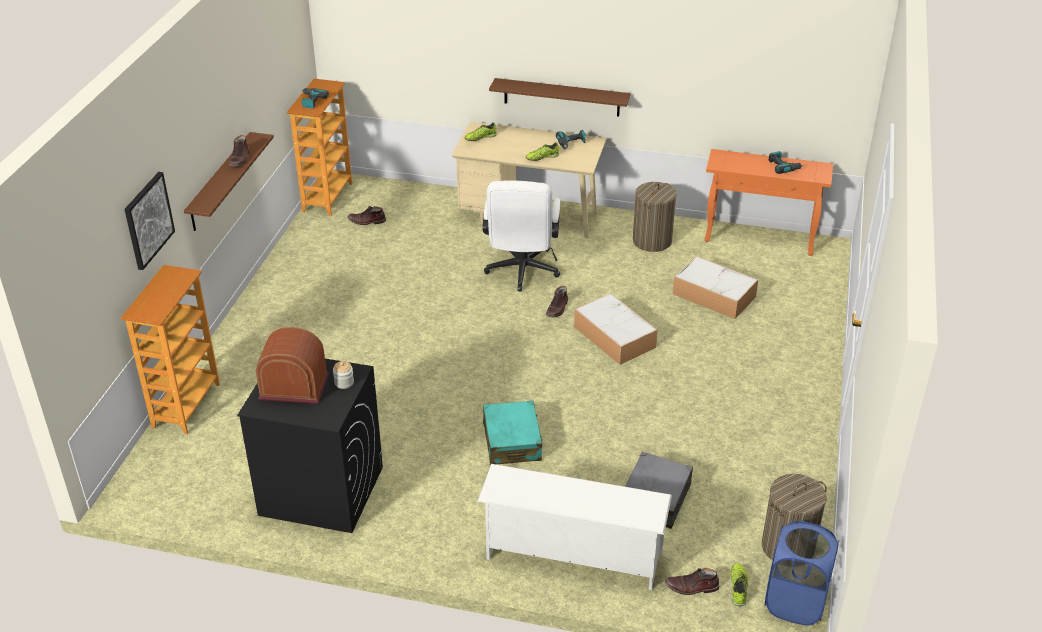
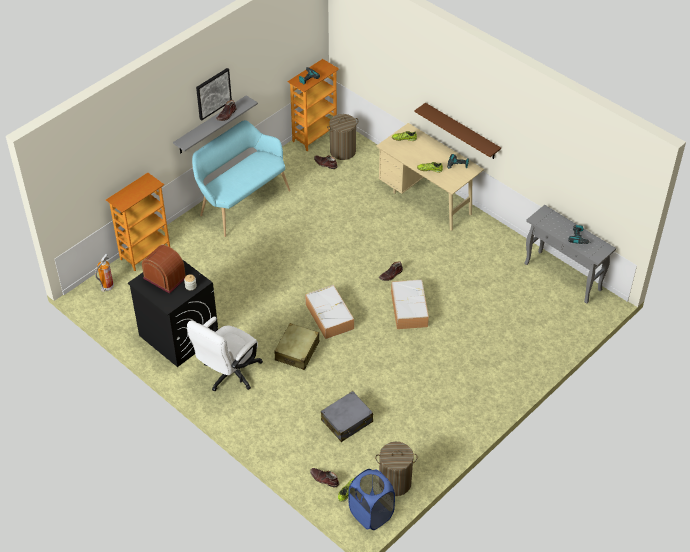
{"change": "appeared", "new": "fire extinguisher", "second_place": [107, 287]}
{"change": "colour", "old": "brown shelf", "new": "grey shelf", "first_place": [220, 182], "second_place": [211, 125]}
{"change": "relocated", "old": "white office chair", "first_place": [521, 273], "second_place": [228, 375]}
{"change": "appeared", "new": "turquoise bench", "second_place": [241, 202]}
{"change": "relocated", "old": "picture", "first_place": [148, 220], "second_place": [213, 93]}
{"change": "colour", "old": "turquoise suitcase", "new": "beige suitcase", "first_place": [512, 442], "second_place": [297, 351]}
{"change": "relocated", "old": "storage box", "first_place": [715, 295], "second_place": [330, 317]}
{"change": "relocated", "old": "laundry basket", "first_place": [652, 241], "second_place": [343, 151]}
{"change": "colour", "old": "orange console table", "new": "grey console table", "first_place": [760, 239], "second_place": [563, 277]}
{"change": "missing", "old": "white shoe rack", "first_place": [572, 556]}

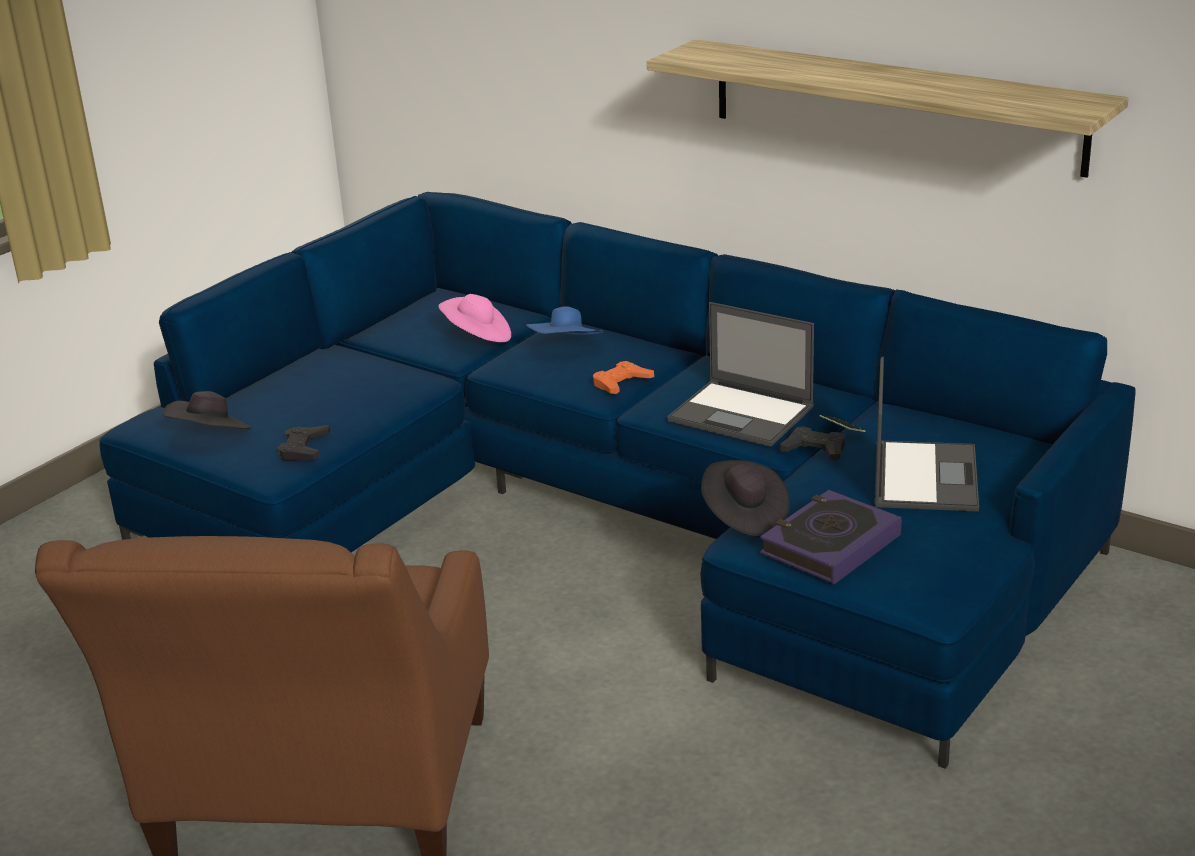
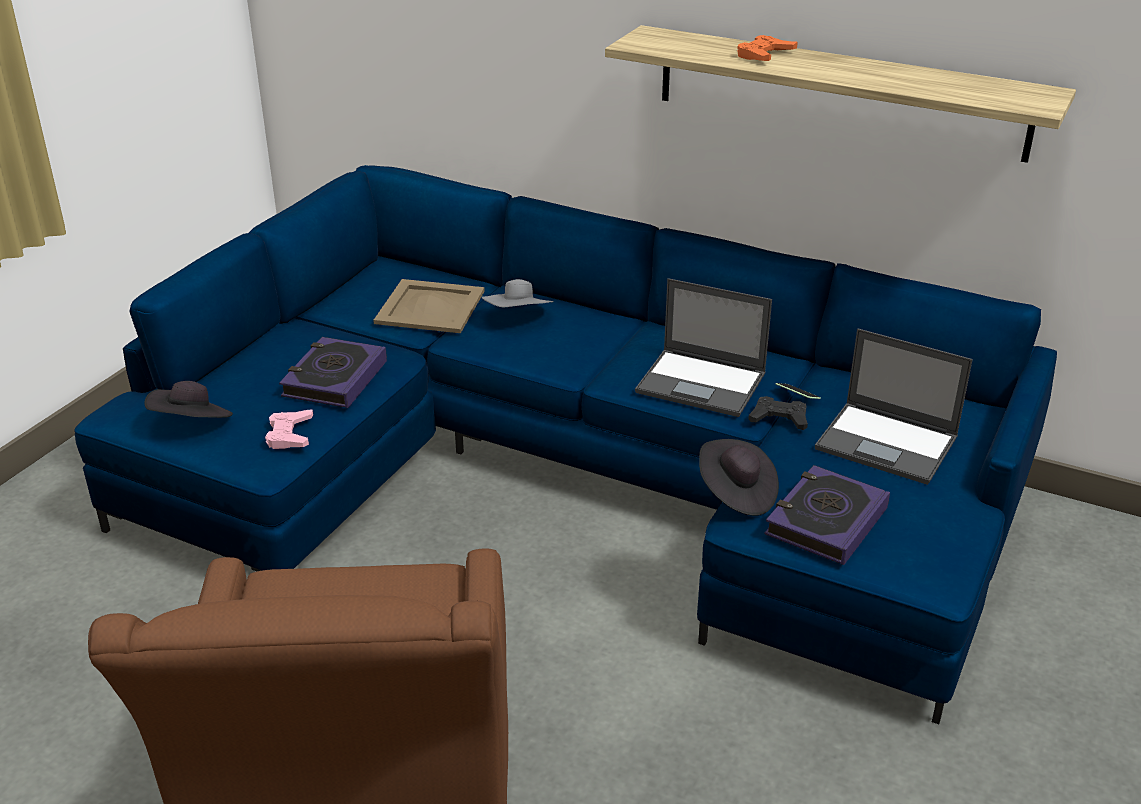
{"change": "colour", "old": "black game controller", "new": "pink game controller", "first_place": [304, 448], "second_place": [290, 434]}
{"change": "appeared", "new": "book", "second_place": [334, 379]}
{"change": "exchanged", "old": "pink hat", "new": "beige tray", "first_place": [477, 337], "second_place": [431, 307]}
{"change": "colour", "old": "blue hat", "new": "grey hat", "first_place": [566, 348], "second_place": [518, 318]}
{"change": "relocated", "old": "orange game controller", "first_place": [621, 383], "second_place": [764, 55]}
{"change": "spun", "old": "laptop", "first_place": [924, 476], "second_place": [888, 443], "degrees": 120}

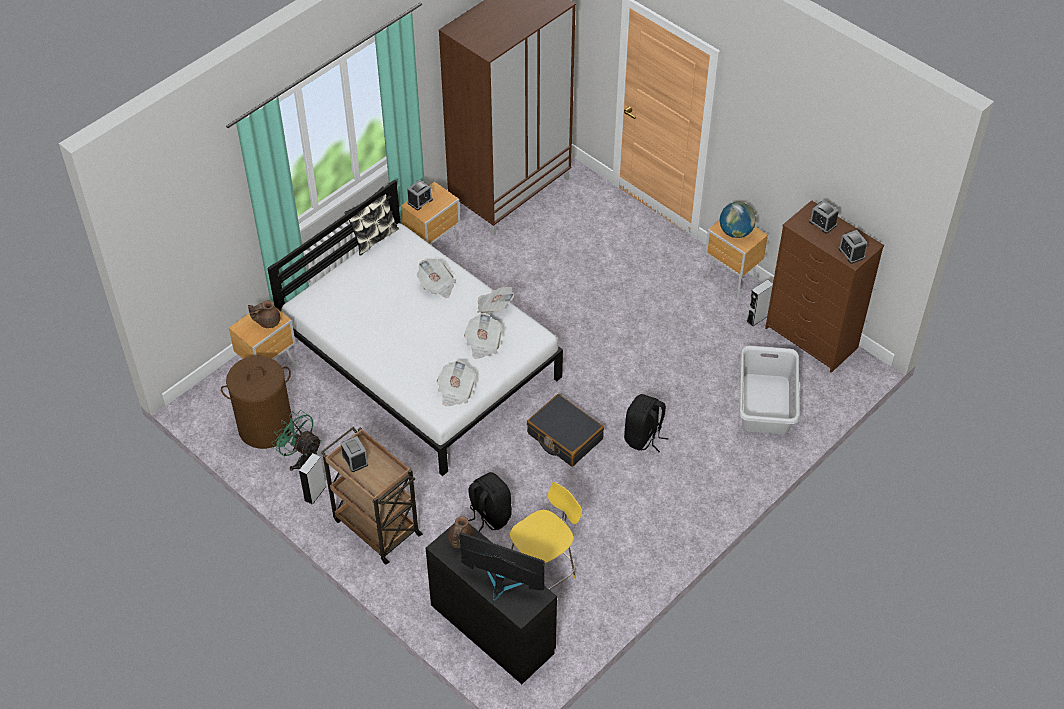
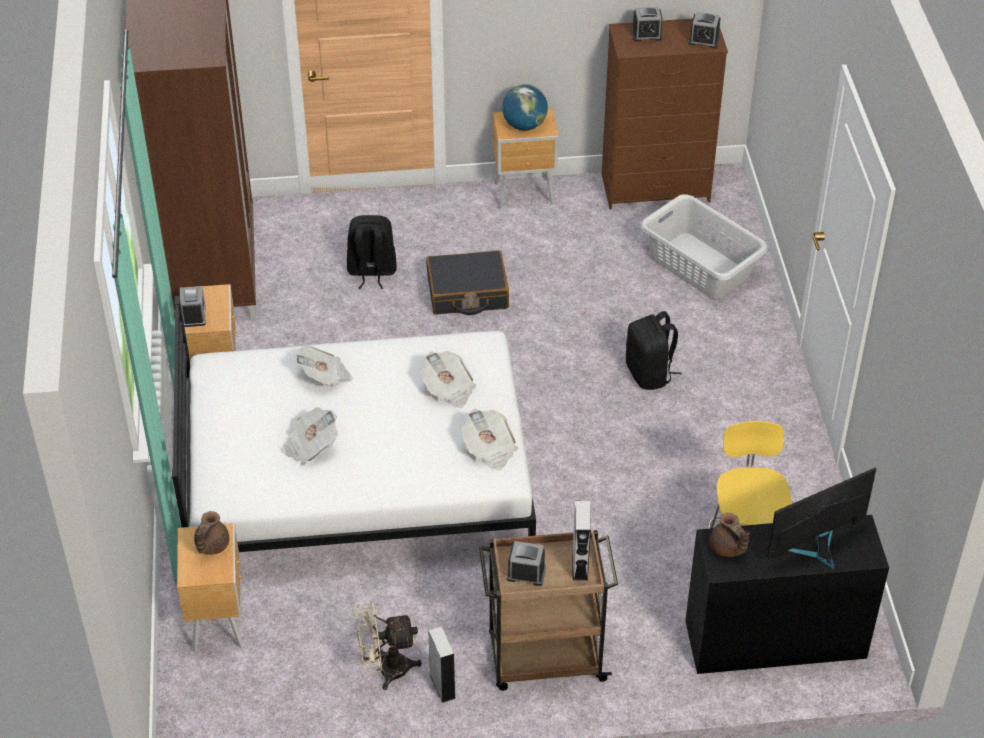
{"change": "relocated", "old": "newspaper", "first_place": [494, 306], "second_place": [310, 446]}
{"change": "relocated", "old": "black backpack", "first_place": [489, 516], "second_place": [371, 271]}
{"change": "colour", "old": "green fan", "new": "beige fan", "first_place": [303, 461], "second_place": [385, 669]}
{"change": "relocated", "old": "black suitcase", "first_place": [564, 437], "second_place": [467, 293]}
{"change": "relocated", "old": "grey speaker", "first_place": [757, 318], "second_place": [580, 565]}
{"change": "missing", "old": "brown laundry basket", "first_place": [265, 427]}
{"change": "missing", "old": "pillow", "first_place": [373, 238]}

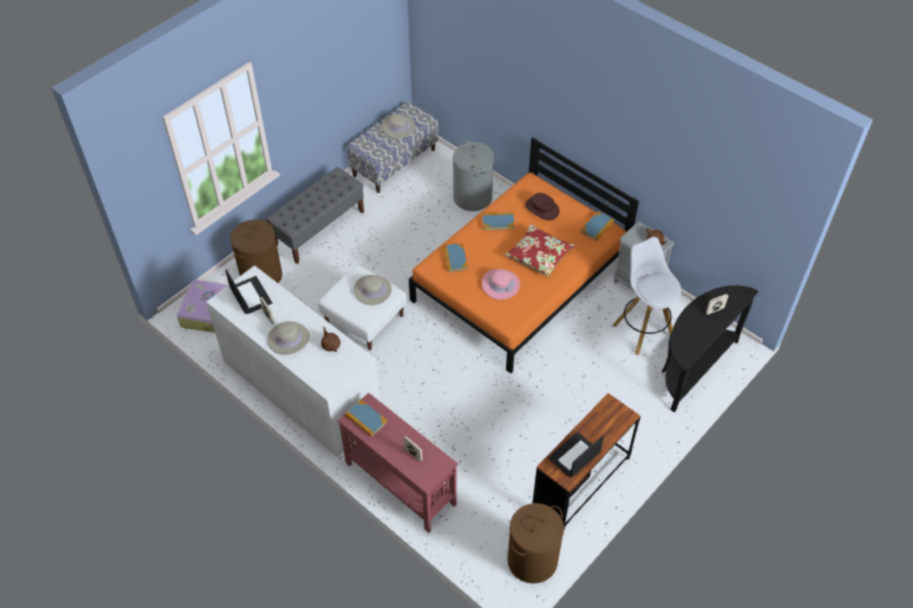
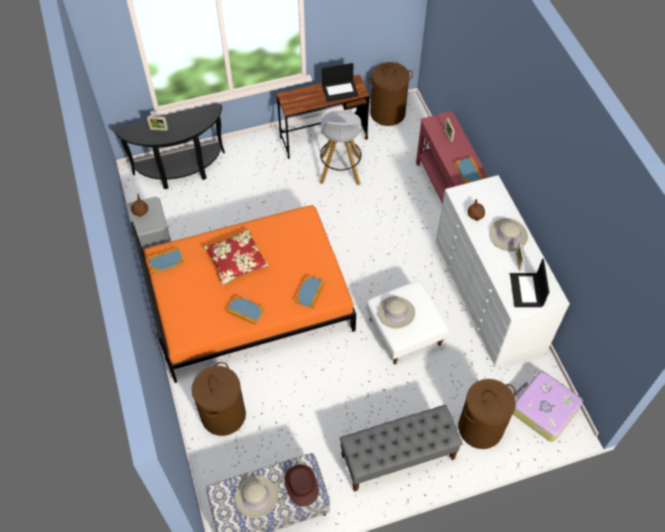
{"change": "colour", "old": "grey laundry basket", "new": "brown laundry basket", "first_place": [472, 197], "second_place": [223, 414]}
{"change": "relocated", "old": "brown hat", "first_place": [542, 208], "second_place": [301, 485]}
{"change": "relocated", "old": "white stool", "first_place": [642, 330], "second_place": [340, 171]}
{"change": "missing", "old": "pink hat", "first_place": [500, 284]}

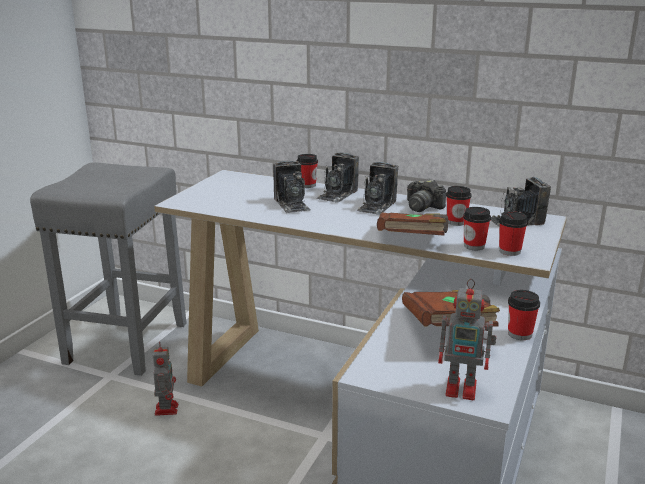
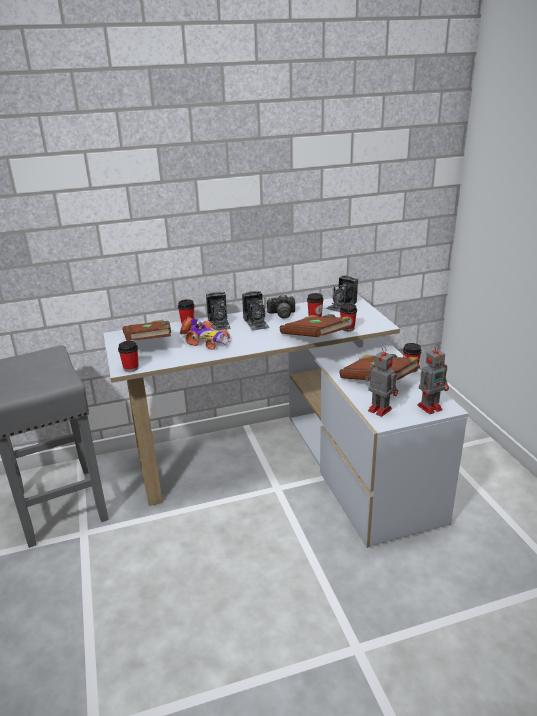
{"change": "relocated", "old": "cup", "first_place": [509, 251], "second_place": [131, 368]}
{"change": "appeared", "new": "brown book", "second_place": [149, 343]}
{"change": "exchanged", "old": "photo camera", "new": "toy car", "first_place": [292, 204], "second_place": [204, 340]}
{"change": "relocated", "old": "toy robot", "first_place": [166, 408], "second_place": [379, 409]}

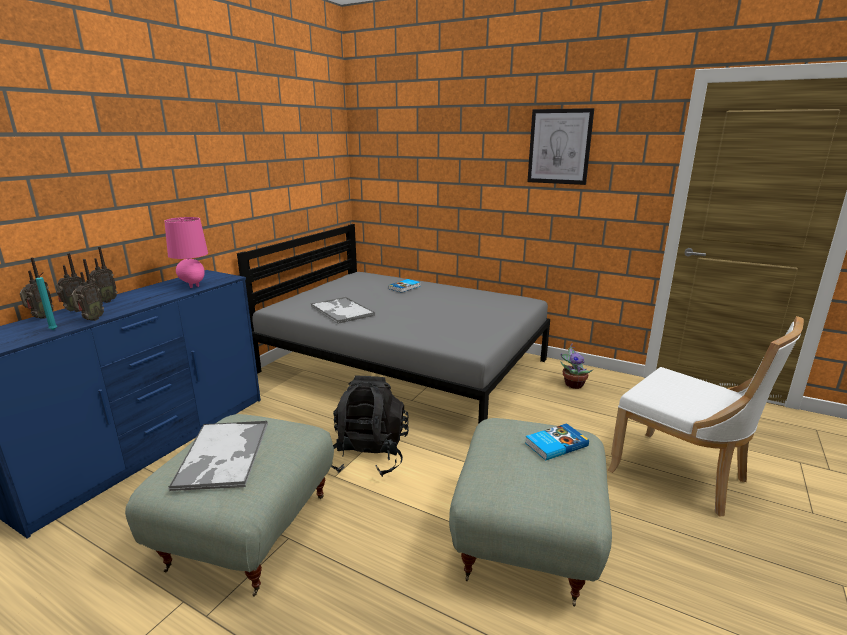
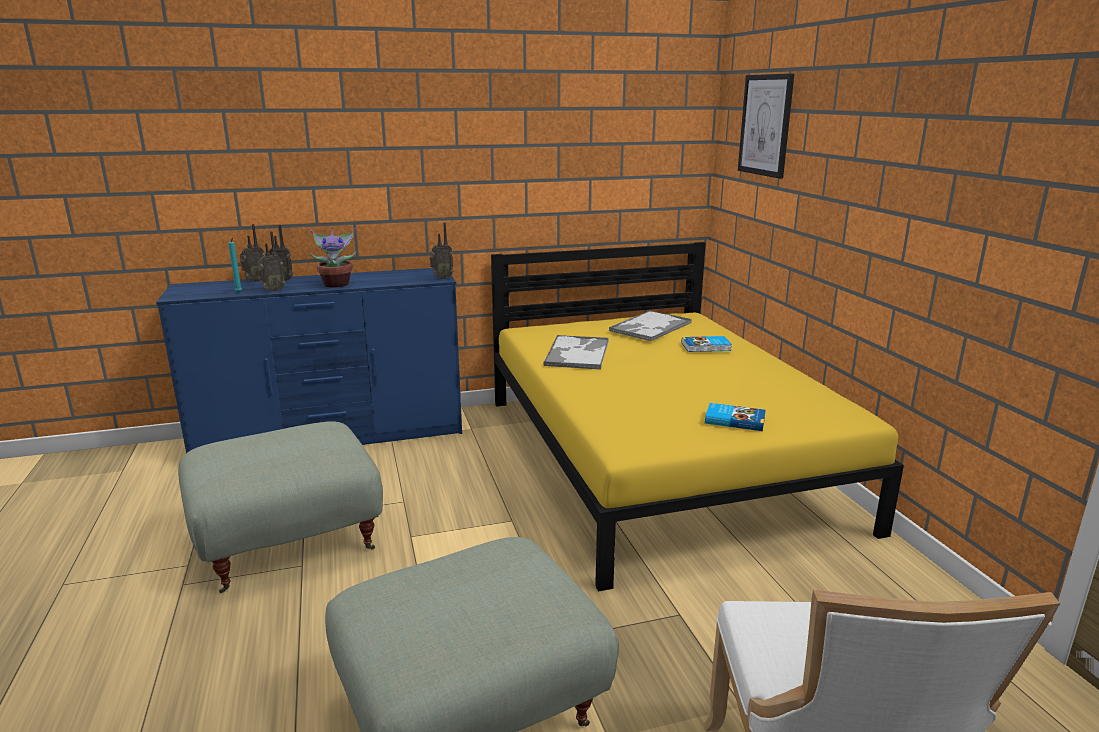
{"change": "relocated", "old": "potted plant", "first_place": [572, 384], "second_place": [337, 284]}
{"change": "relocated", "old": "radio", "first_place": [105, 302], "second_place": [441, 278]}
{"change": "colour", "old": "grey bed", "new": "yellow bed", "first_place": [404, 366], "second_place": [659, 459]}
{"change": "relocated", "old": "tray", "first_place": [223, 455], "second_place": [650, 327]}
{"change": "relocated", "old": "book", "first_place": [555, 444], "second_place": [734, 420]}
{"change": "relocated", "old": "picture", "first_place": [559, 146], "second_place": [765, 125]}
{"change": "missing", "old": "pink table lamp", "first_place": [193, 285]}
{"change": "missing", "old": "black backpack", "first_place": [369, 456]}

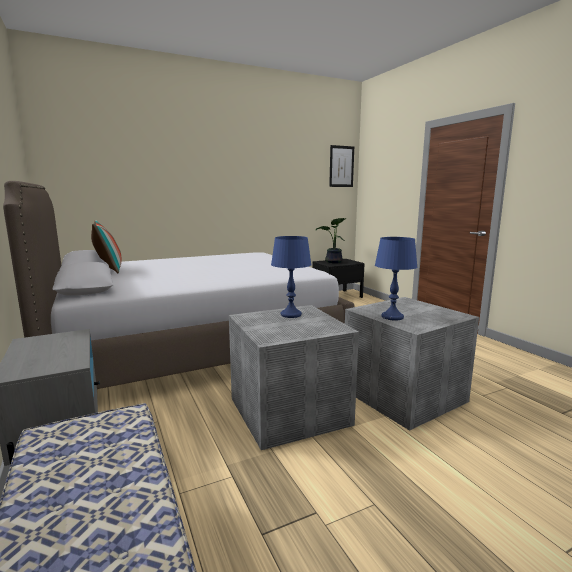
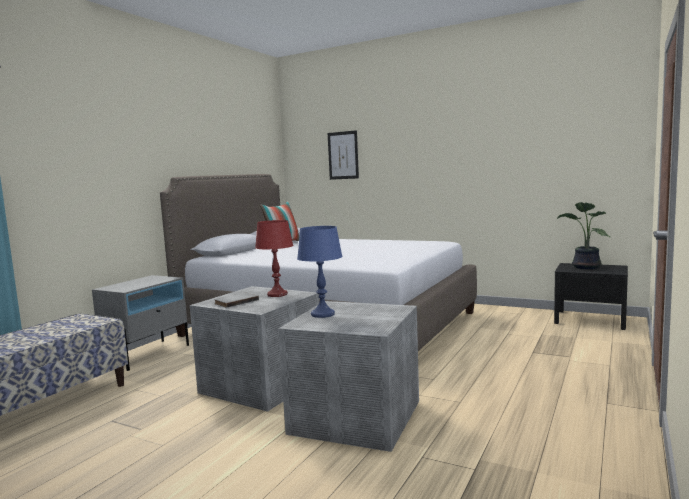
{"change": "appeared", "new": "grey book", "second_place": [235, 301]}
{"change": "colour", "old": "blue table lamp", "new": "red table lamp", "first_place": [291, 314], "second_place": [277, 294]}
{"change": "relocated", "old": "picture", "first_place": [341, 166], "second_place": [343, 155]}

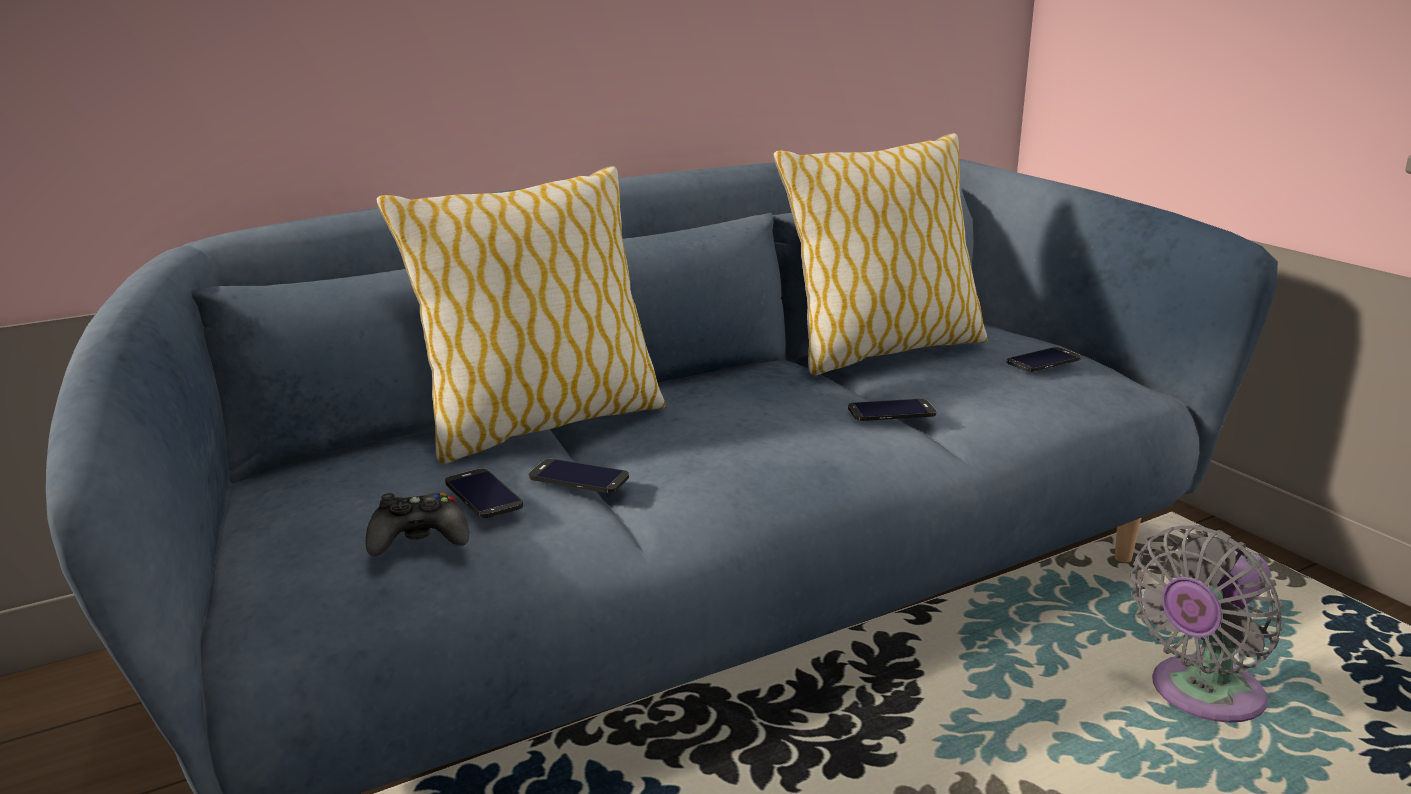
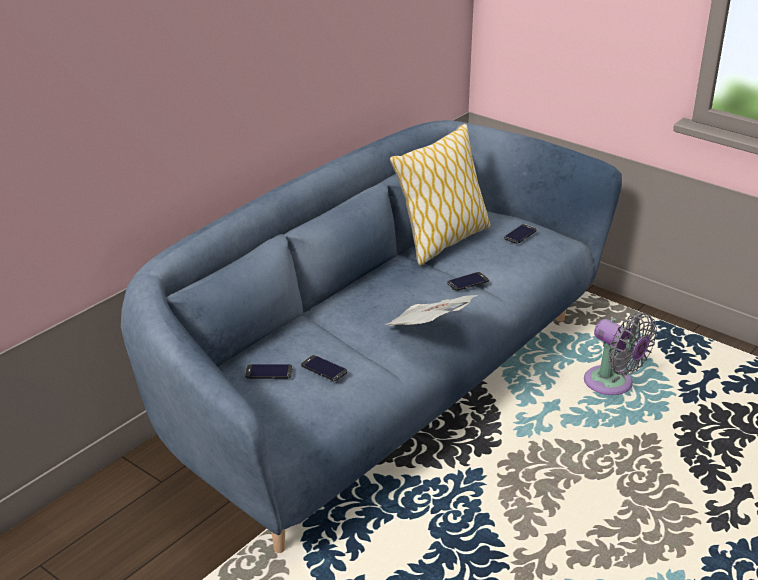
{"change": "relocated", "old": "phone", "first_place": [579, 477], "second_place": [268, 372]}
{"change": "appeared", "new": "newspaper", "second_place": [429, 330]}
{"change": "spun", "old": "grey fan", "first_place": [1200, 697], "second_place": [612, 384], "degrees": -75}
{"change": "missing", "old": "black game controller", "first_place": [418, 539]}
{"change": "missing", "old": "pillow", "first_place": [539, 425]}

